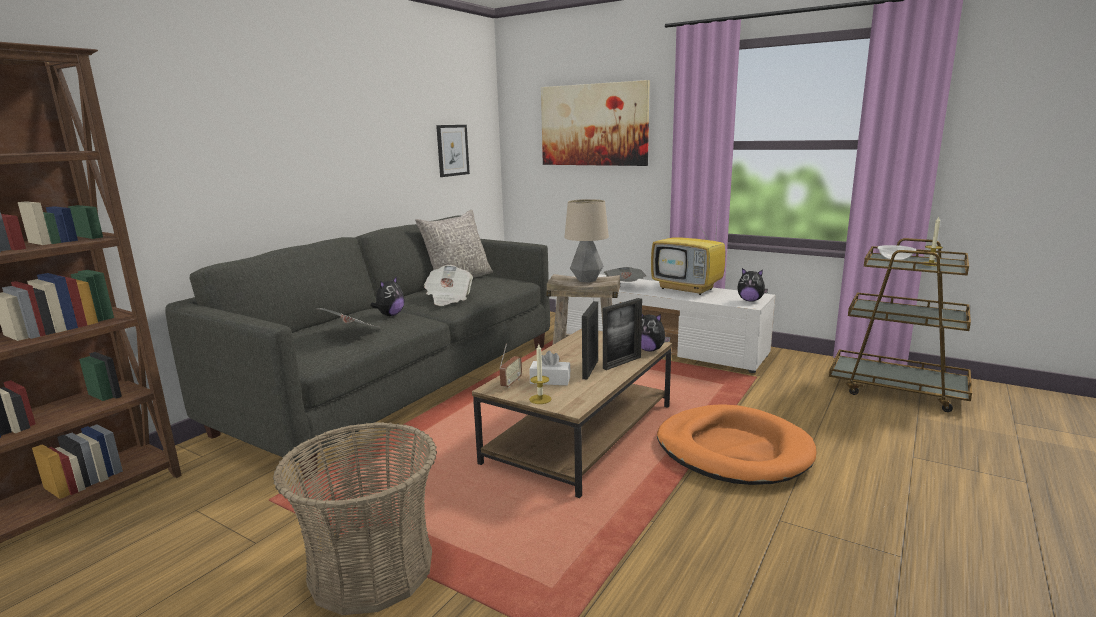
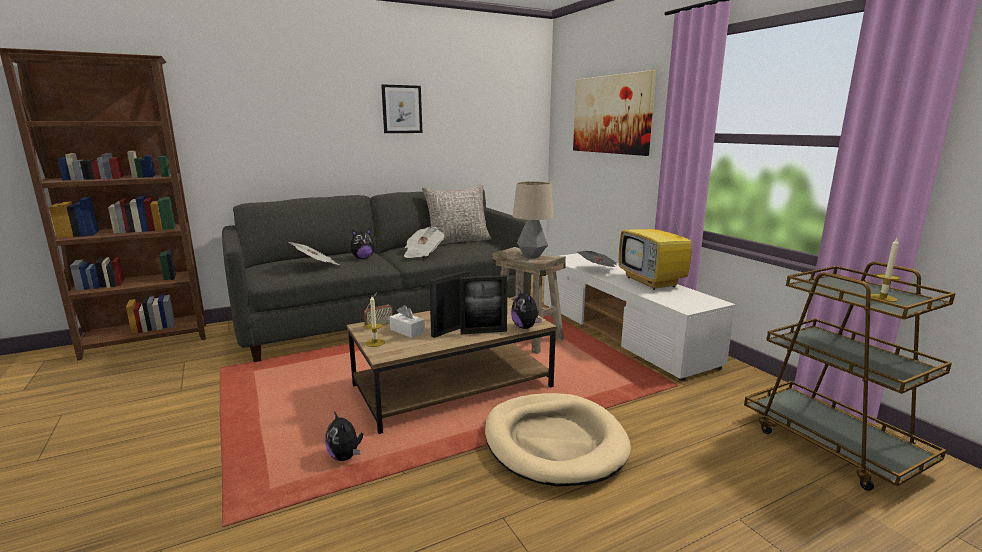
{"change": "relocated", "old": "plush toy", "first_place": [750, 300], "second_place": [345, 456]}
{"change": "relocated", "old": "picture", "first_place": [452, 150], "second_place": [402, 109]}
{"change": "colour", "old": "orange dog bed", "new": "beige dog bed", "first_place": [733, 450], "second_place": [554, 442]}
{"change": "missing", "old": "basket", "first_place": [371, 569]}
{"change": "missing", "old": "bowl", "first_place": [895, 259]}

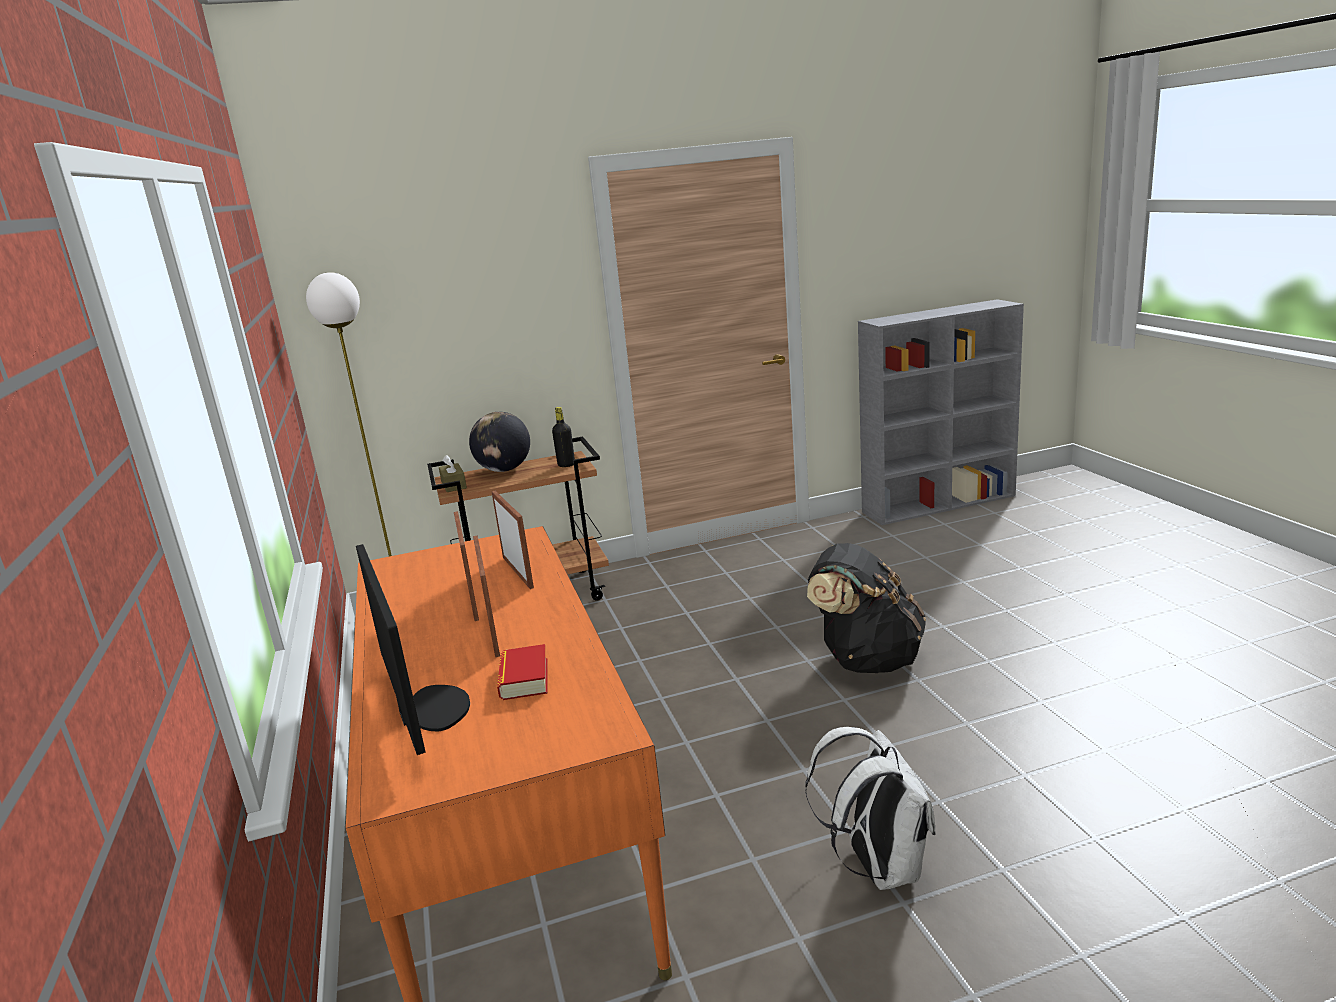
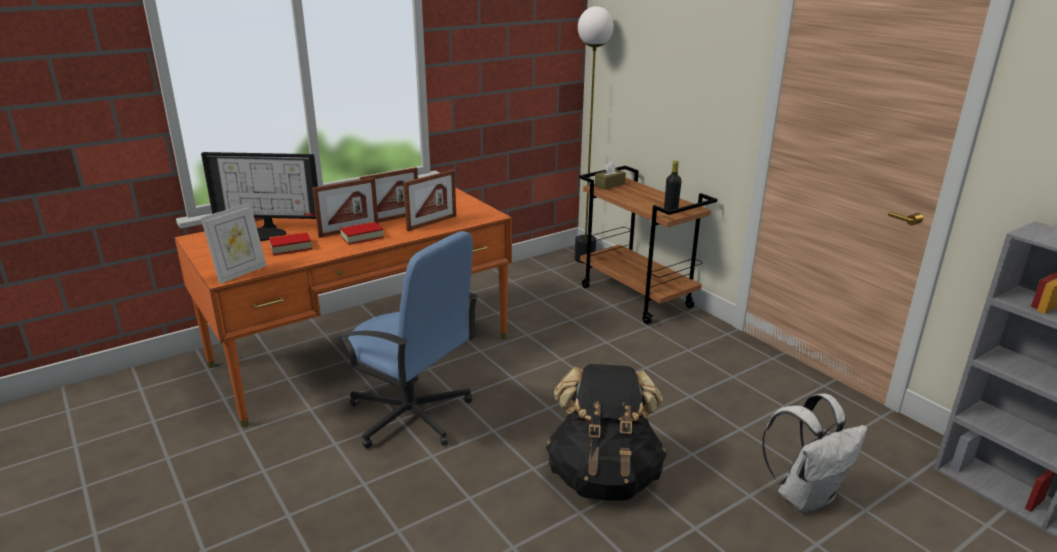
{"change": "spun", "old": "monitor", "first_place": [427, 710], "second_place": [266, 232], "degrees": 45}
{"change": "appeared", "new": "picture frame", "second_place": [240, 273]}
{"change": "appeared", "new": "blue office chair", "second_place": [411, 415]}
{"change": "appeared", "new": "book", "second_place": [362, 237]}
{"change": "relocated", "old": "white backpack", "first_place": [878, 866], "second_place": [805, 495]}
{"change": "missing", "old": "globe", "first_place": [504, 470]}

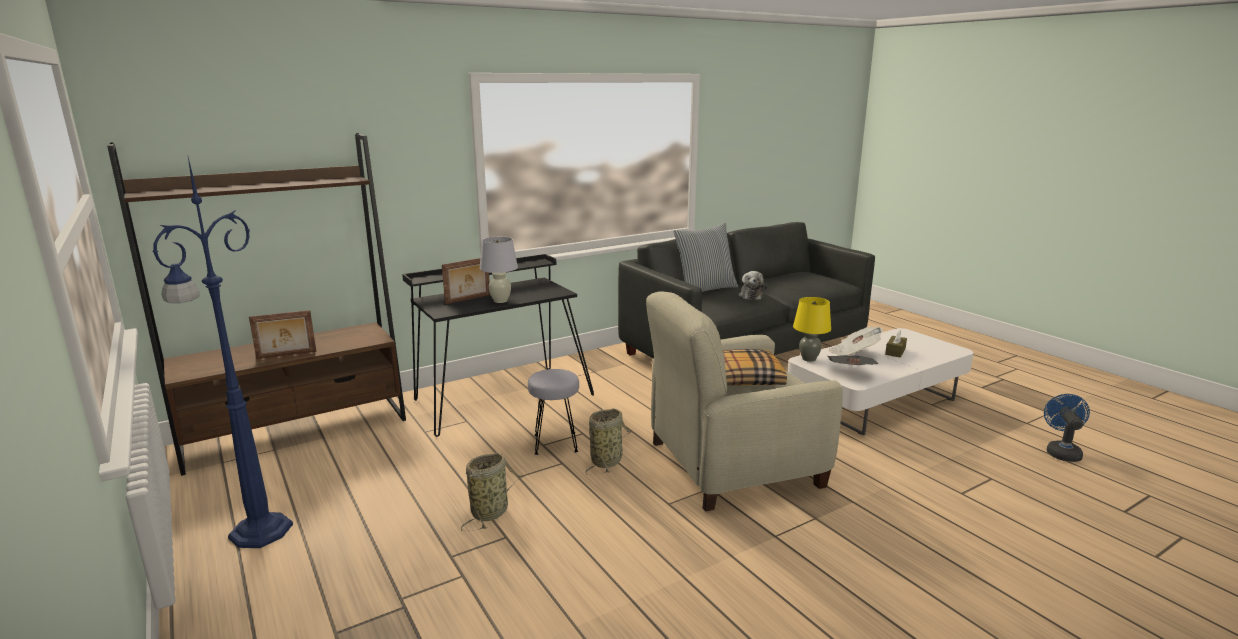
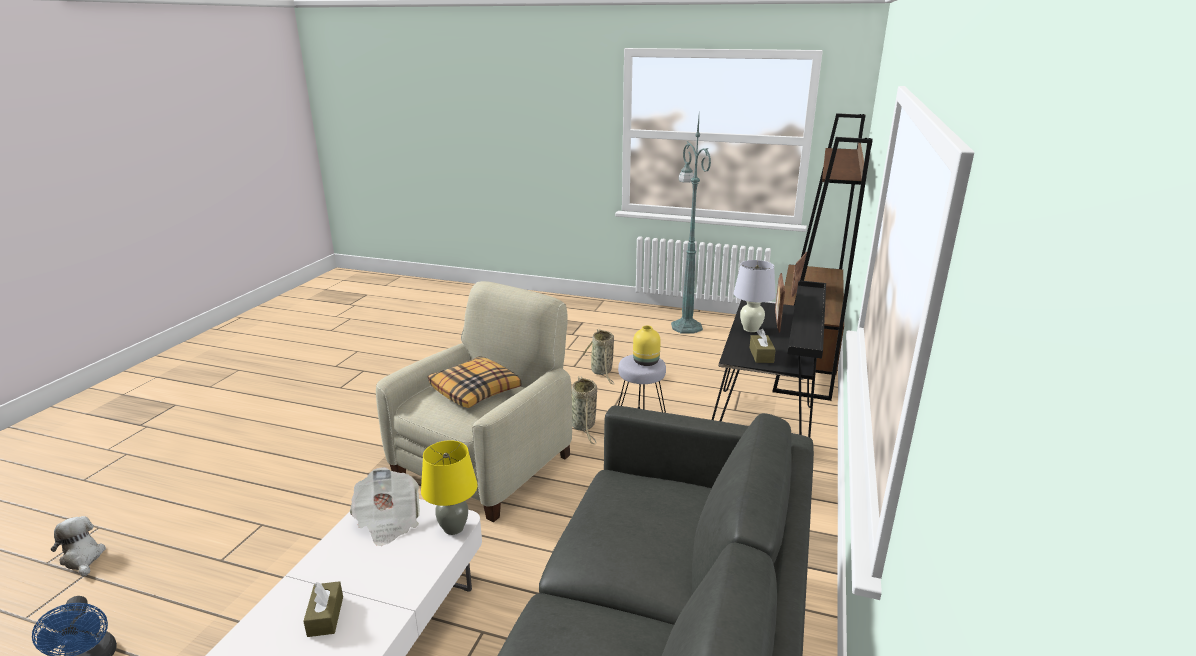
{"change": "relocated", "old": "plush toy", "first_place": [750, 295], "second_place": [83, 558]}
{"change": "appeared", "new": "yellow vase", "second_place": [646, 362]}
{"change": "colour", "old": "blue floor lamp", "new": "green floor lamp", "first_place": [258, 533], "second_place": [686, 326]}
{"change": "appeared", "new": "brown tissue box", "second_place": [761, 355]}
{"change": "missing", "old": "pillow", "first_place": [705, 289]}
{"change": "missing", "old": "newspaper", "first_place": [854, 353]}

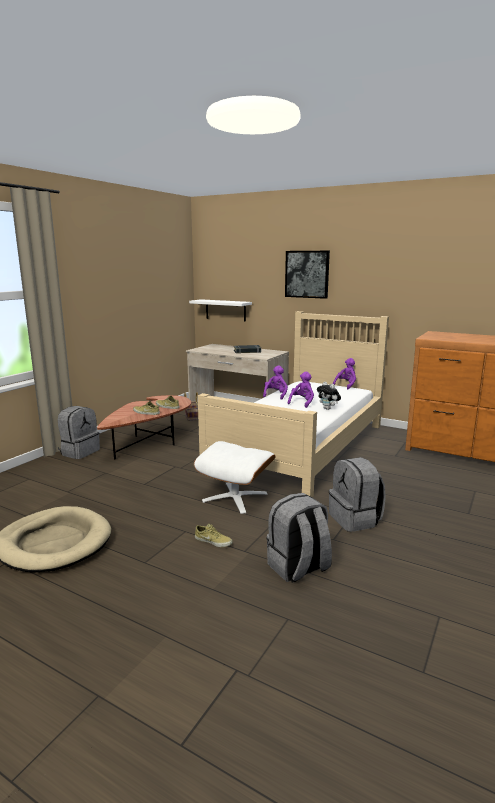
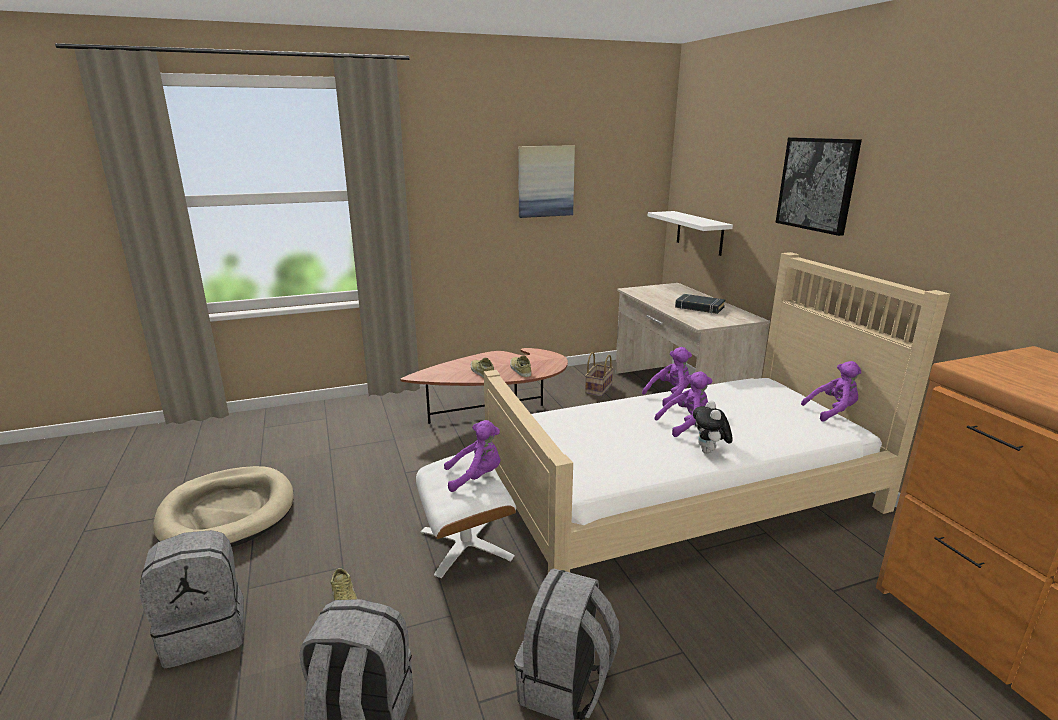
{"change": "relocated", "old": "grey backpack", "first_place": [79, 452], "second_place": [206, 632]}
{"change": "appeared", "new": "purple plush toy", "second_place": [476, 477]}
{"change": "appeared", "new": "picture", "second_place": [545, 181]}

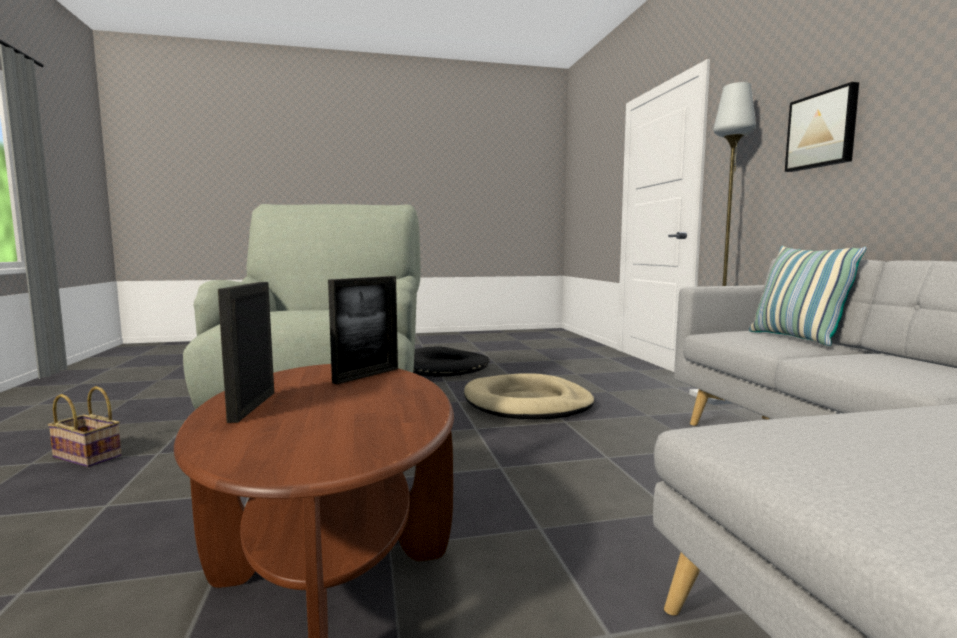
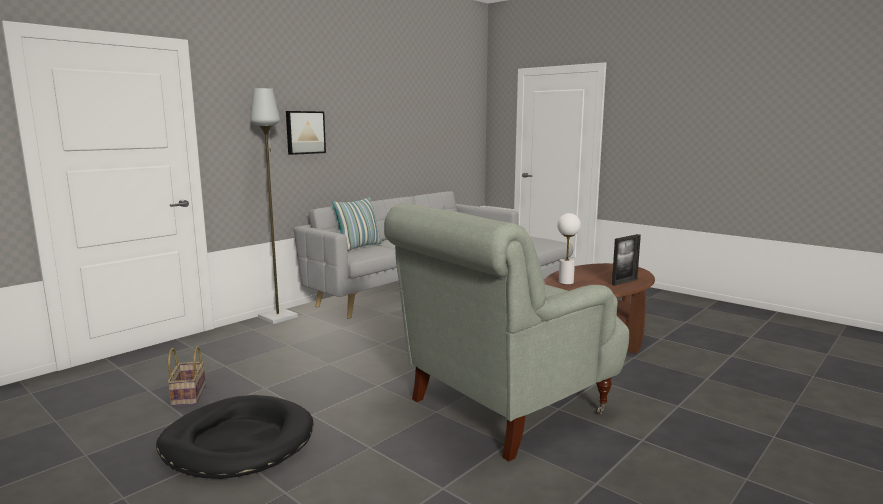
{"change": "relocated", "old": "basket", "first_place": [89, 456], "second_place": [188, 395]}
{"change": "exchanged", "old": "picture frame", "new": "white table lamp", "first_place": [366, 375], "second_place": [565, 282]}
{"change": "missing", "old": "beige dog bed", "first_place": [527, 403]}

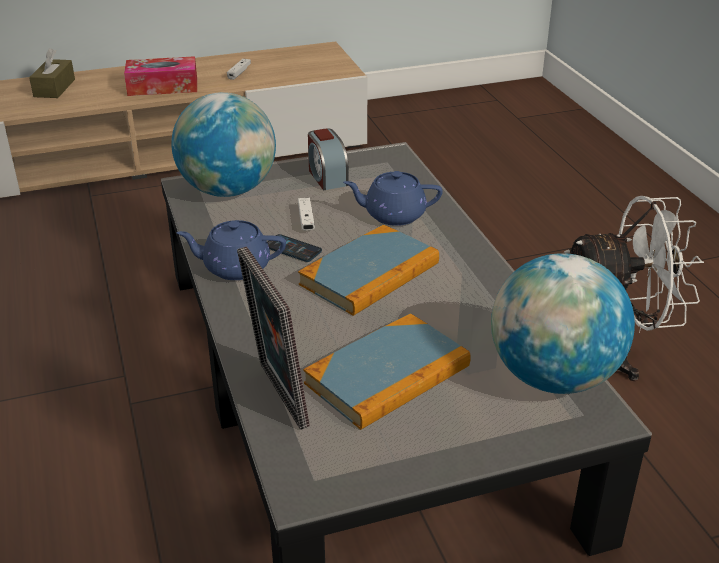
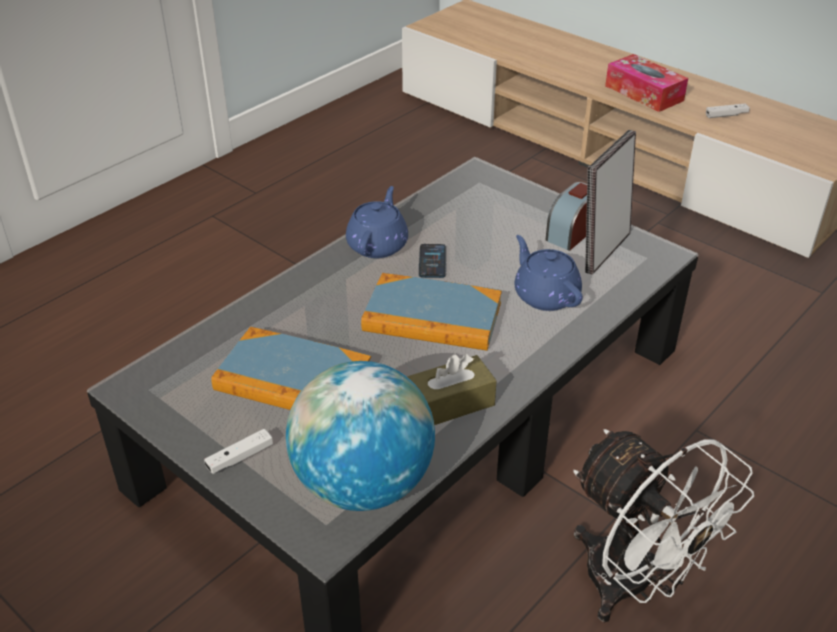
{"change": "relocated", "old": "white game controller", "first_place": [306, 220], "second_place": [240, 457]}
{"change": "spun", "old": "blue teapot", "first_place": [235, 267], "second_place": [378, 244], "degrees": 45}
{"change": "relocated", "old": "brown tissue box", "first_place": [54, 88], "second_place": [450, 403]}
{"change": "relocated", "old": "picture frame", "first_place": [277, 396], "second_place": [603, 251]}
{"change": "missing", "old": "globe", "first_place": [228, 190]}

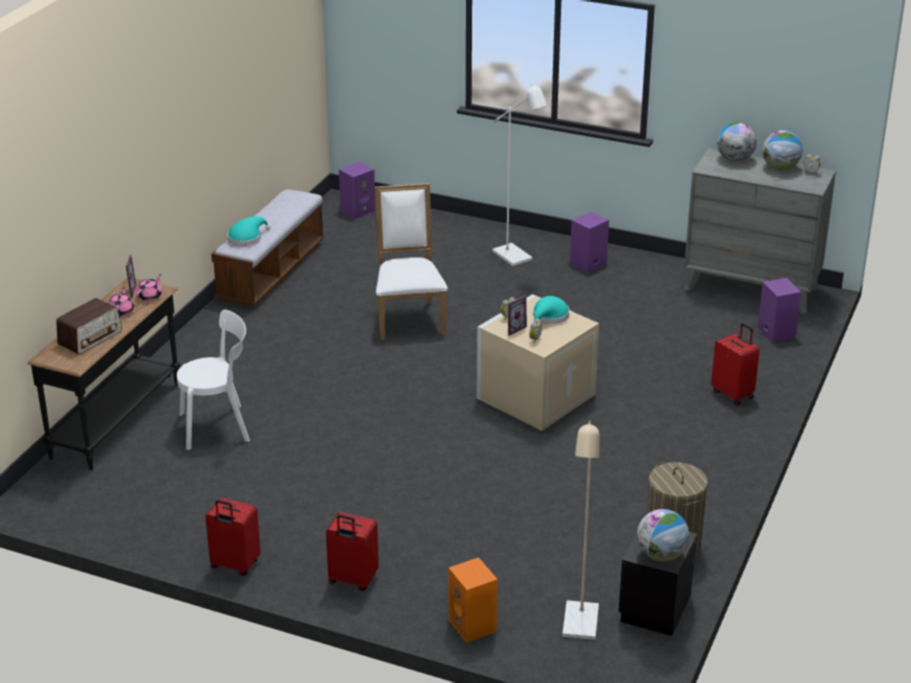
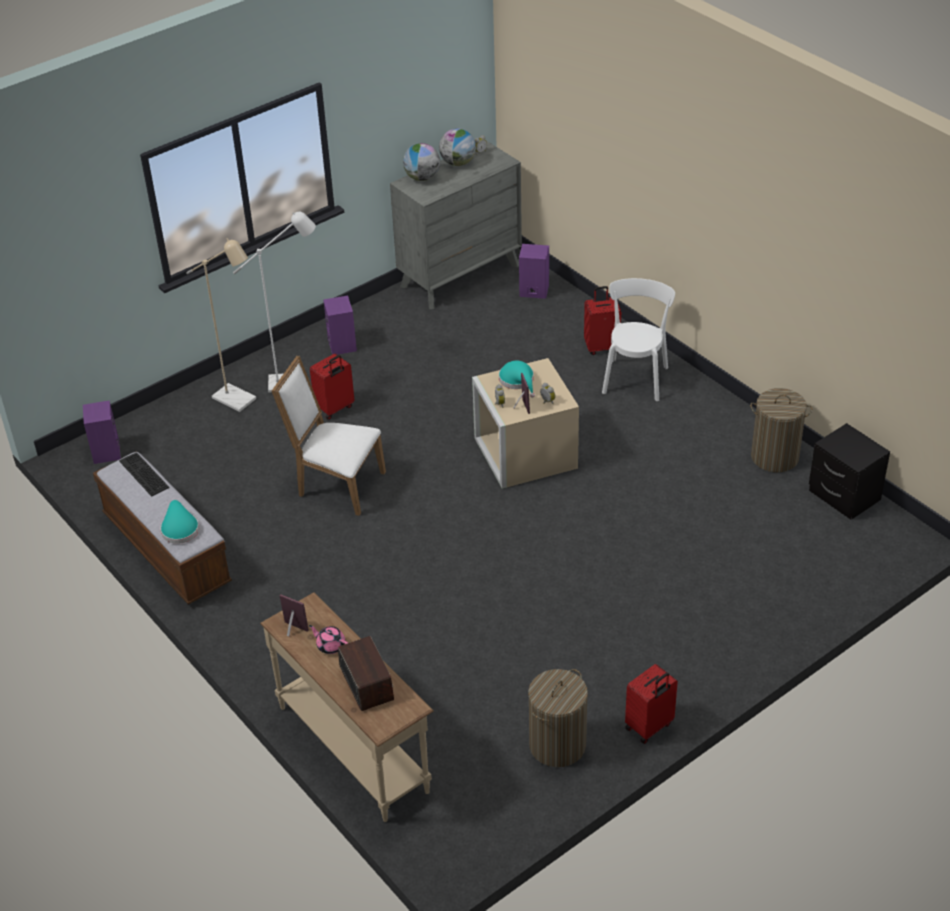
{"change": "appeared", "new": "keyboard", "second_place": [142, 474]}
{"change": "relocated", "old": "beige floor lamp", "first_place": [580, 628], "second_place": [240, 401]}
{"change": "colour", "old": "black console table", "new": "beige console table", "first_place": [118, 420], "second_place": [354, 748]}
{"change": "relocated", "old": "red suitcase", "first_place": [352, 580], "second_place": [335, 408]}
{"change": "appeared", "new": "laundry basket", "second_place": [557, 745]}
{"change": "relocated", "old": "white chair", "first_place": [218, 426], "second_place": [635, 377]}
{"change": "missing", "old": "pink teapot", "first_place": [150, 296]}
{"change": "missing", "old": "orange speaker", "first_place": [474, 626]}
{"change": "missing", "old": "globe", "first_place": [661, 555]}

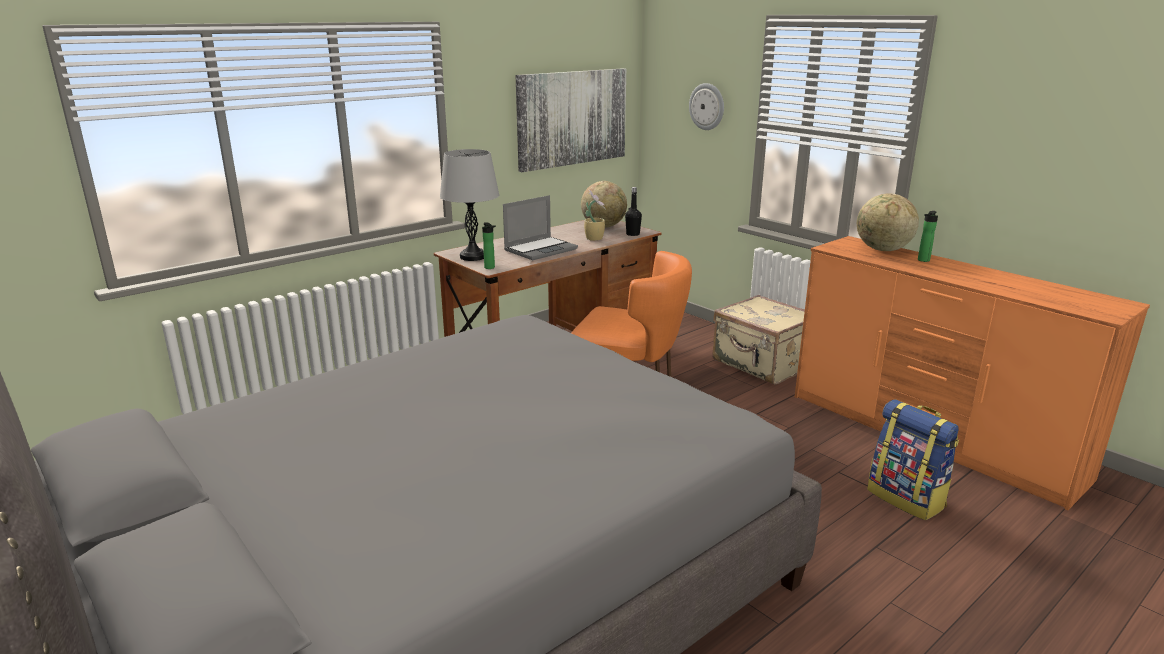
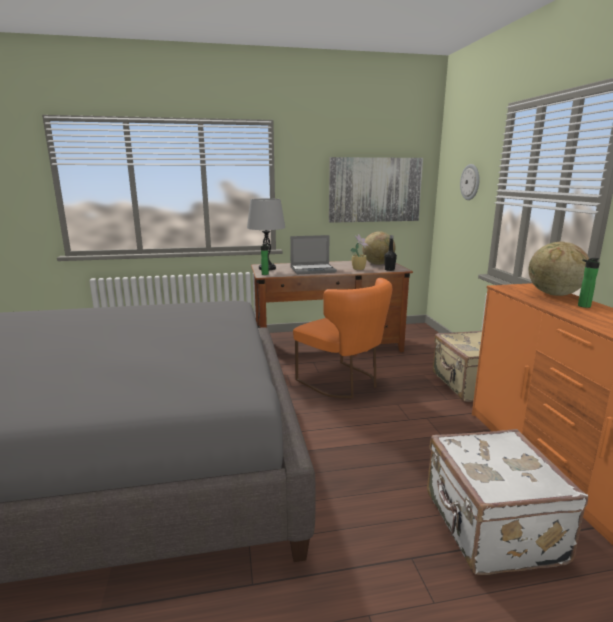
{"change": "exchanged", "old": "backpack", "new": "white suitcase", "first_place": [907, 498], "second_place": [490, 528]}

